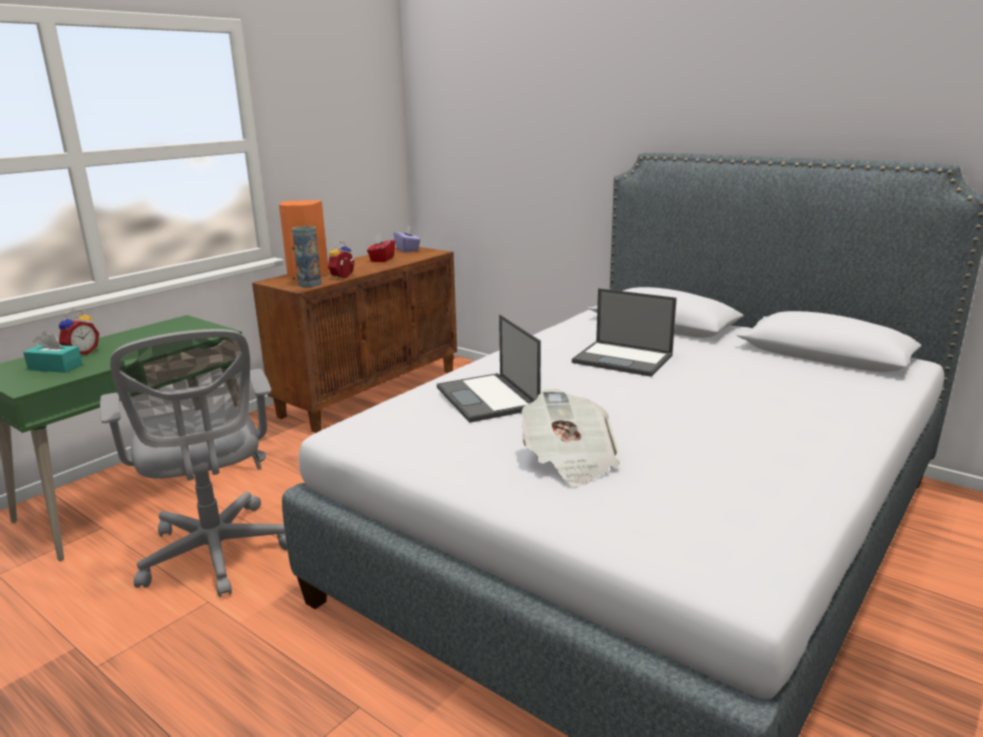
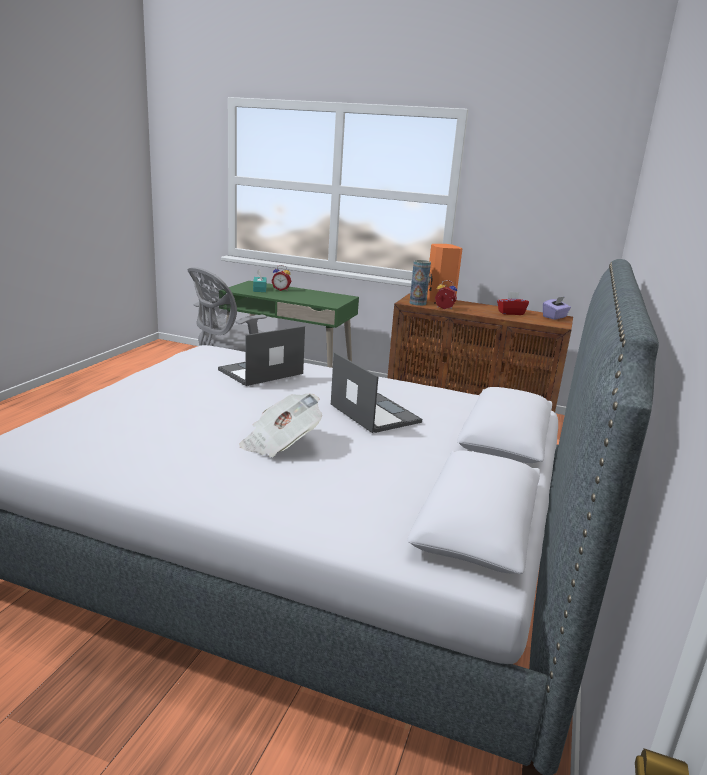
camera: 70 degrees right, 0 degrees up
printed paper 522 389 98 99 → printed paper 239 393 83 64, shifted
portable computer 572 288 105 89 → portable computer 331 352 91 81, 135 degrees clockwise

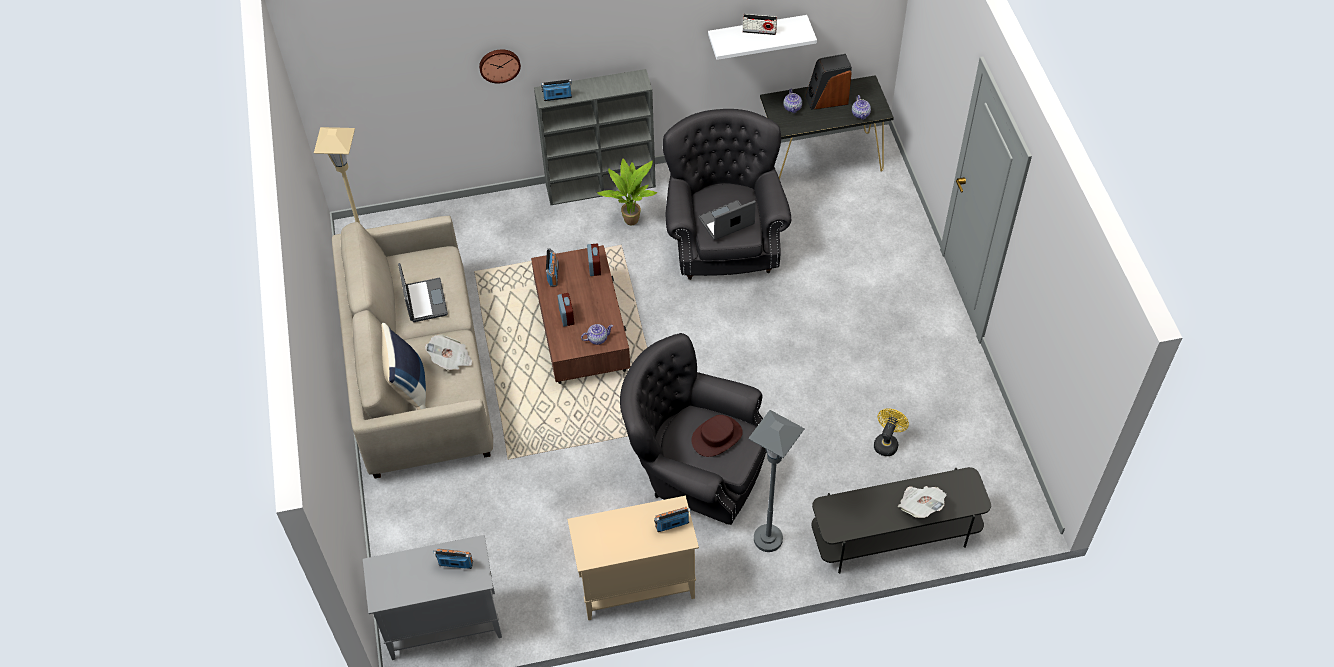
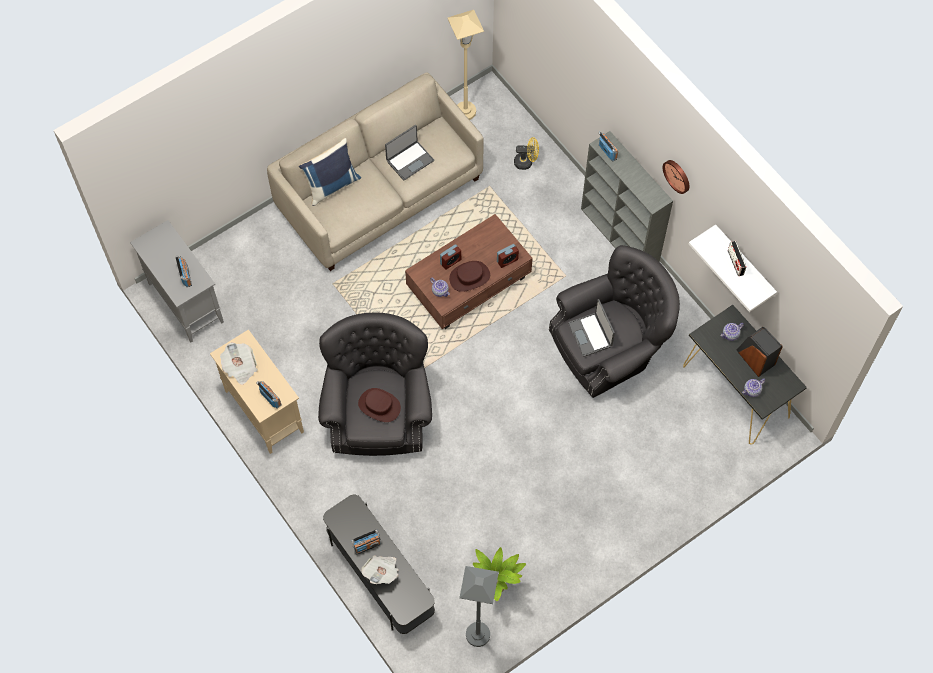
camera: 65 degrees right, 10 degrees up
printed paper 425 334 48 37 → printed paper 220 342 38 43, shifted
radio set 546 248 13 39 → radio set 351 530 30 24, shifted
- → hat (brown-coloured) 449 261 41 31
standard lamp (greyish) 748 410 57 142 → standard lamp (greyish) 459 566 40 81, shifted
potted plant 597 159 60 66 → potted plant 473 547 53 54, shifted
electric fan (yellow-coloured) 874 408 35 48 → electric fan (yellow-coloured) 514 137 25 33, shifted
portable computer 698 200 58 40 → portable computer 568 299 47 58, 150 degrees counterclockwise
hanging clock 479 49 42 34 → hanging clock 663 160 26 34, shifted

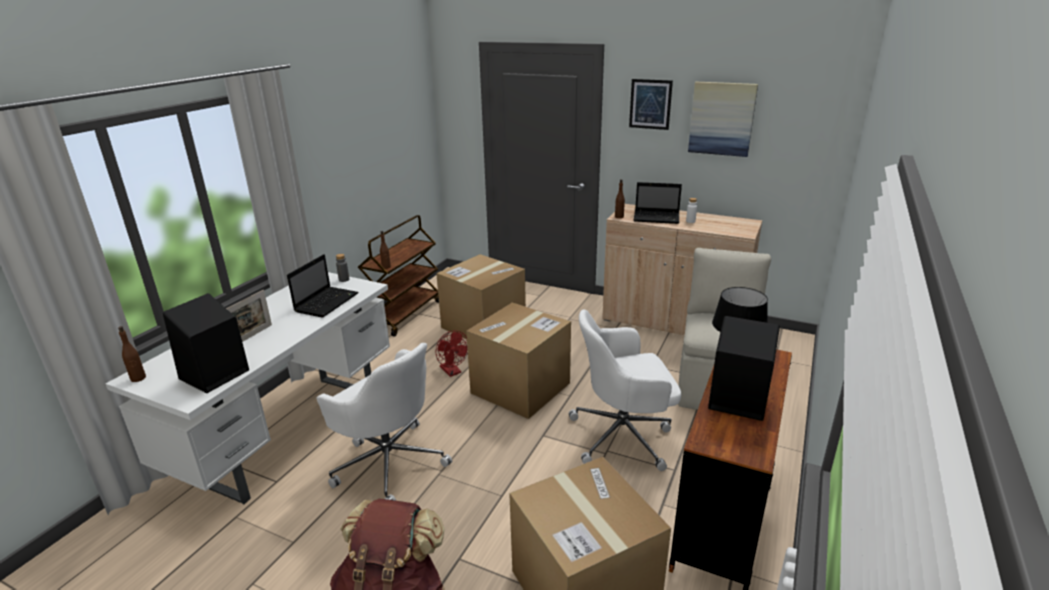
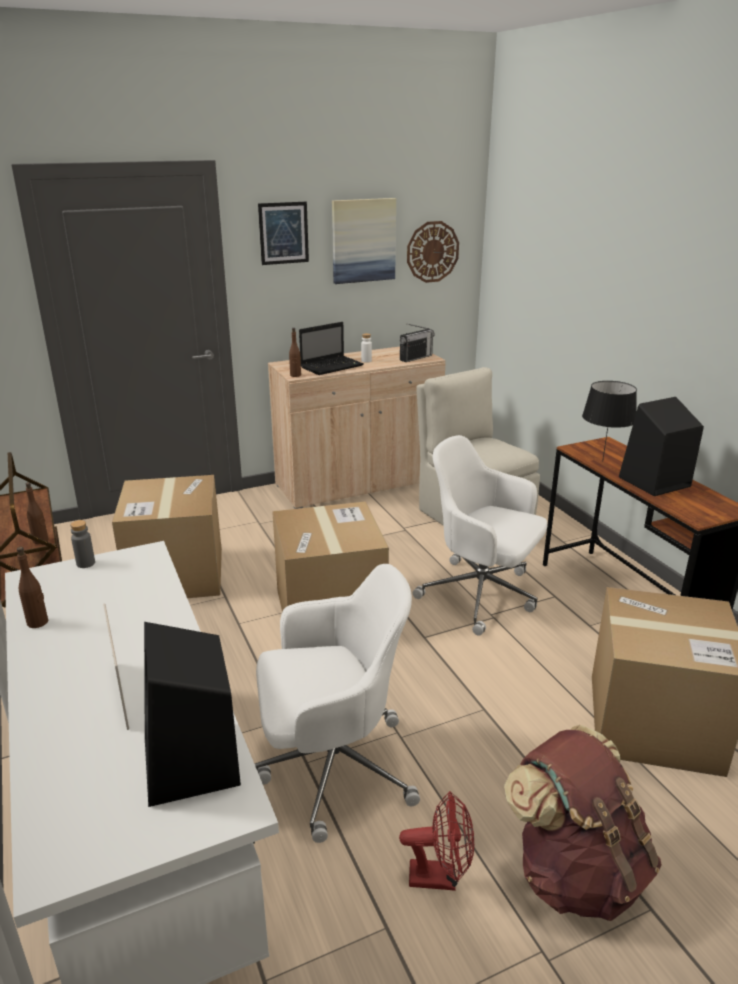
camera: 50 degrees left, 0 degrees up
bottle (brown-coloured) 118 326 28 56 → bottle (brown-coloured) 17 547 31 81, shifted
electric fan (red) 435 330 33 47 → electric fan (red) 399 791 75 100, shifted
- → radio set 400 324 35 38
- → hanging clock 407 221 52 62
office chair (whitish) 569 309 112 162 → office chair (whitish) 413 435 134 201, 90 degrees clockwise
portable computer 287 254 72 64 → -

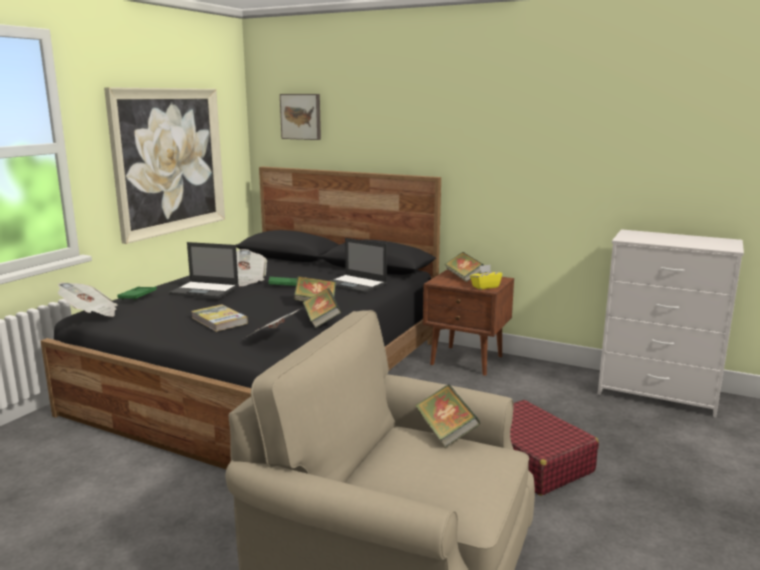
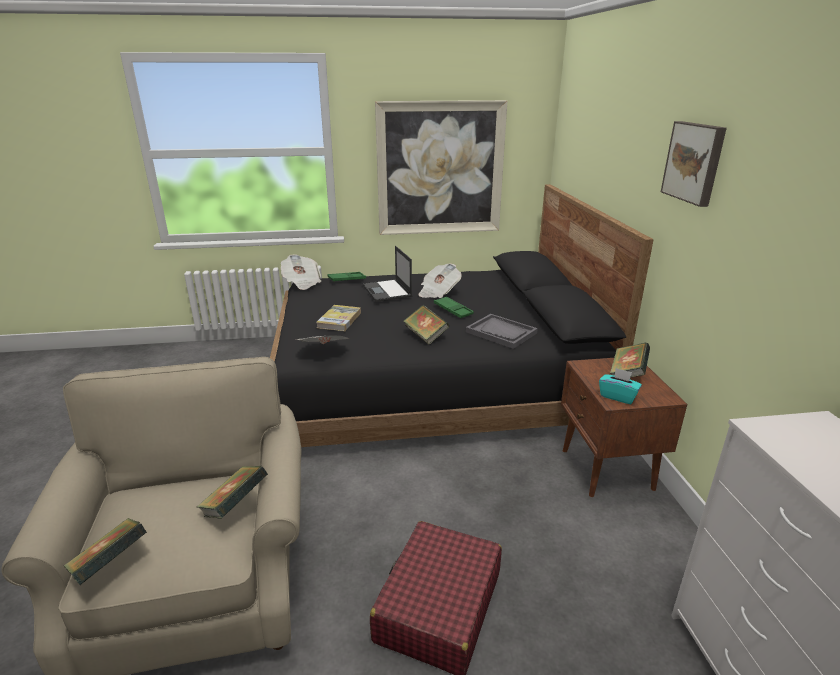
camera: 55 degrees right, 10 degrees up
volume 303 288 38 40 → volume 63 518 84 67, shifted
portable computer 329 238 58 56 → carrying tray (greyish) 466 314 72 35
tissue holder (yellow-coloured) 470 265 32 25 → tissue holder (turquoise-coloured) 599 368 43 36
wall art 280 94 41 46 → wall art 661 121 66 86, shifted

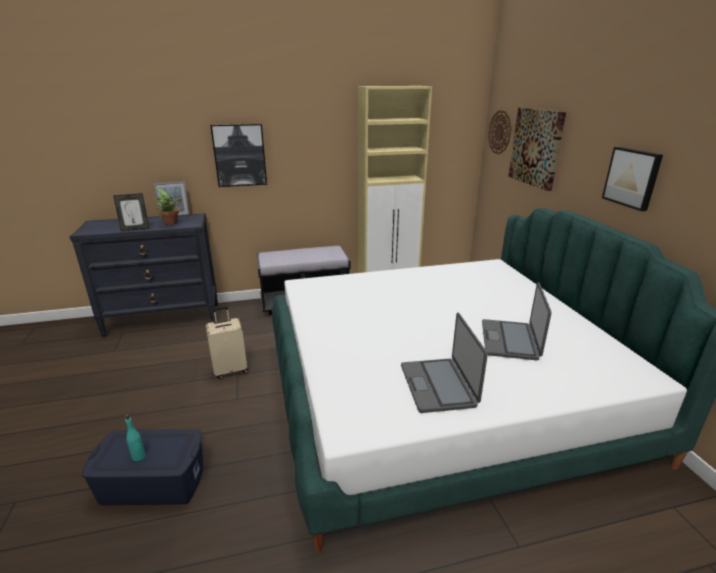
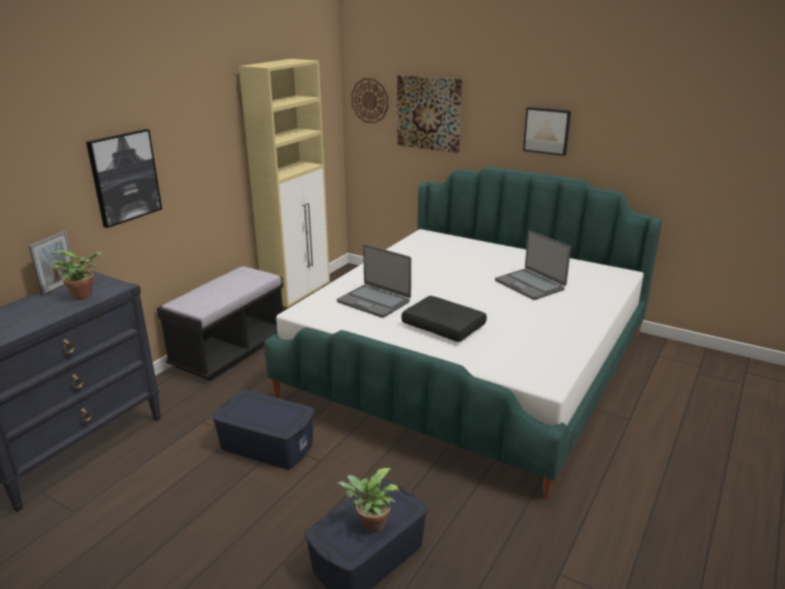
camera: 45 degrees left, 0 degrees up
suitcase (beige) 206 307 42 72 → storage box (blue) 212 390 103 79
portable computer 401 312 87 101 → portable computer 337 244 74 74, shifted
bottle (turquoise-coloured) 125 414 21 47 → potted plant 337 468 62 65
- → cushion (black) 401 296 86 46
photo frame 113 193 36 38 → -

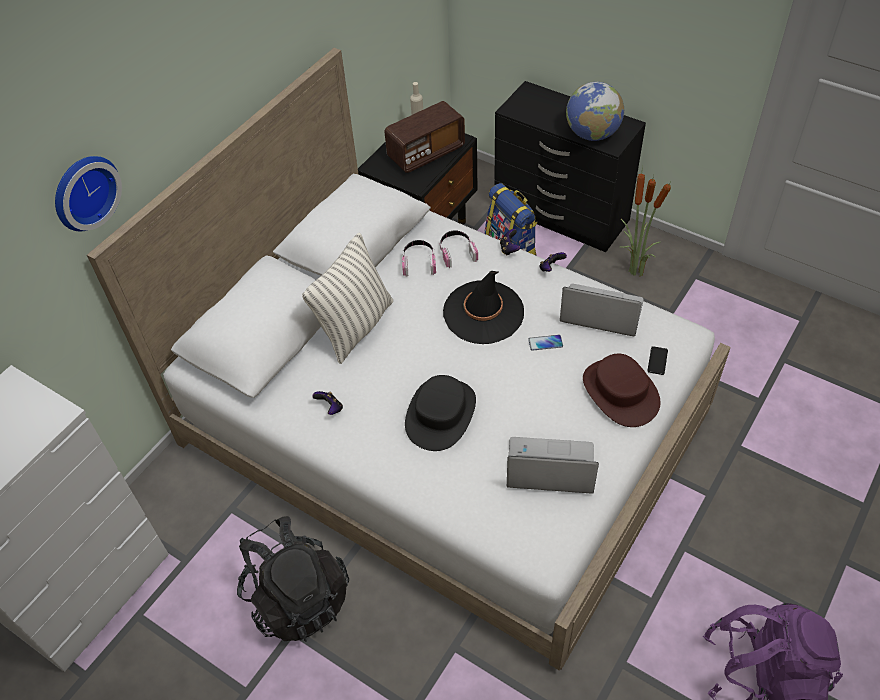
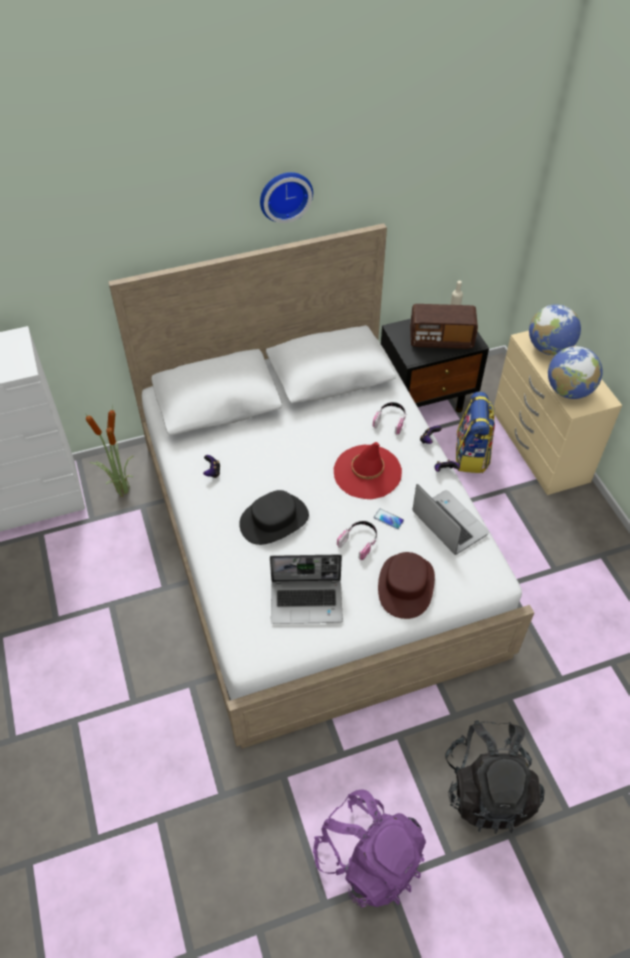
camera: 35 degrees right, 0 degrees up
potted plant 620 166 52 110 → potted plant 85 405 48 92, shifted
hanging clock 55 156 67 75 → hanging clock 260 172 53 51, shifted
portable computer 507 437 92 57 → portable computer 270 554 73 70, 135 degrees clockwise
hat (black) 443 271 81 73 → hat (red) 334 442 68 57
pair of headphones 402 240 34 36 → pair of headphones 337 521 40 39, shifted
backpack (black) 237 516 112 126 → backpack (black) 445 720 100 114, shifted
drawer chest (black) 494 81 152 171 → drawer chest (beige) 494 331 128 164
- → world globe 529 305 52 50
cushion 302 232 91 132 → -
handset 647 346 21 29 → -

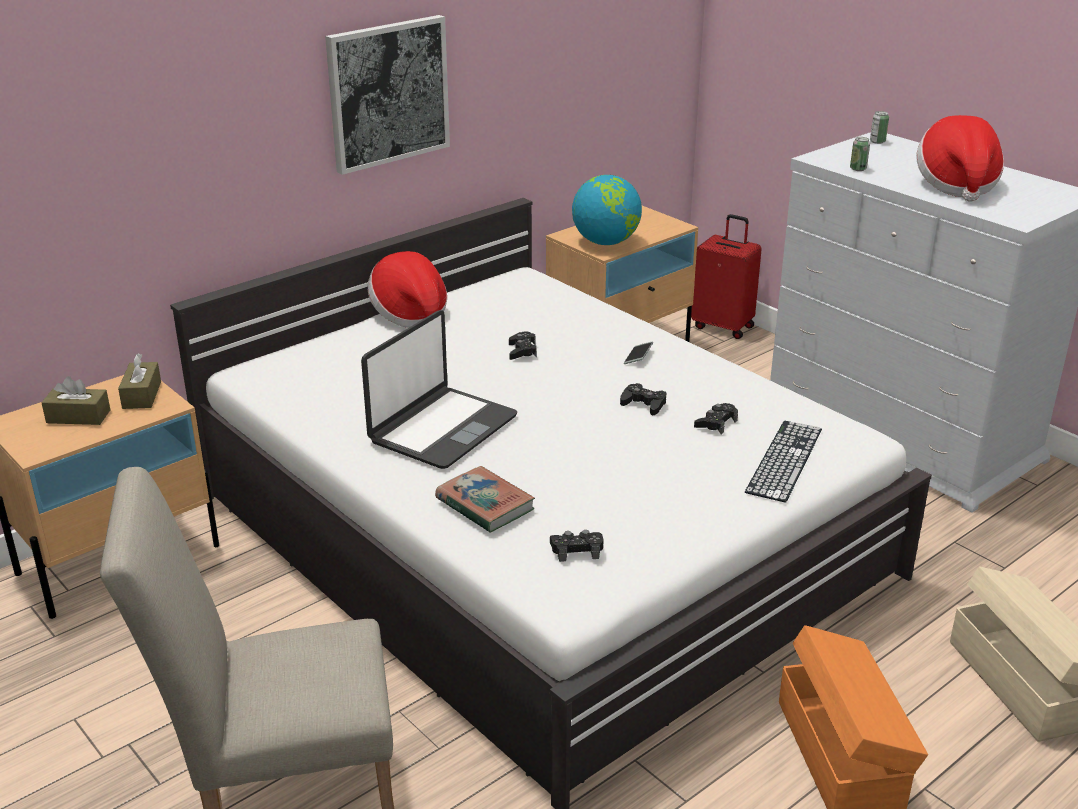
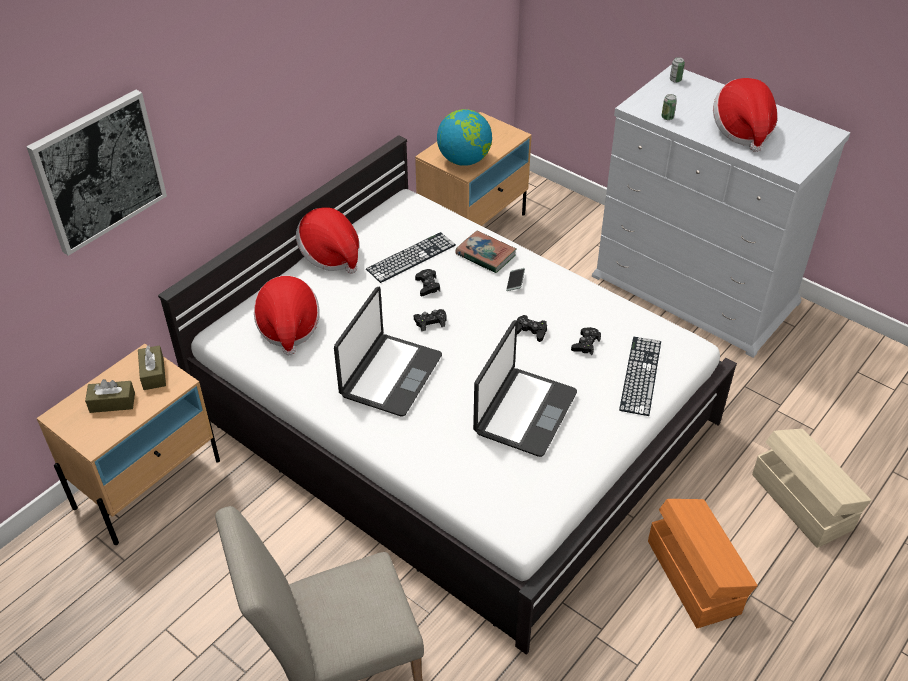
camera: 10 degrees left, 15 degrees up
wall art 325 15 125 160 → wall art 26 90 141 166, shifted
- → hat 254 275 66 81
- → computer keyboard 366 232 90 51
gamepad (black) 550 530 54 32 → gamepad (black) 414 309 33 22, shifted
volume 435 466 100 67 → volume 456 231 60 42, shifted
- → portable computer 473 320 104 137
suitcase (red) 691 214 71 125 → -

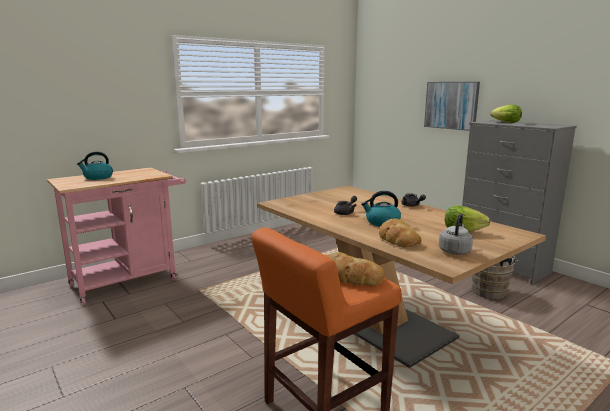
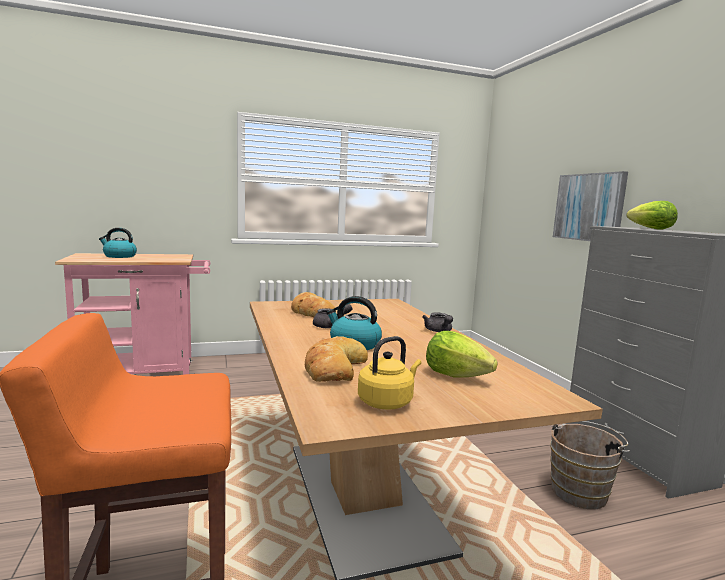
camera: 20 degrees right, 5 degrees down
baked bread 327 252 58 34 → baked bread 291 292 45 25, shifted
kettle (greyish) 439 213 34 42 → kettle (yellow-coloured) 358 336 63 74

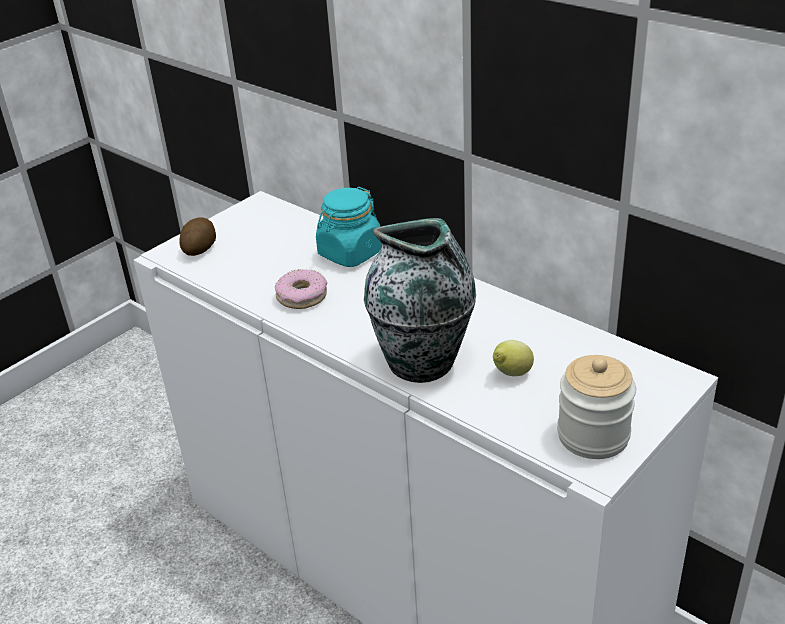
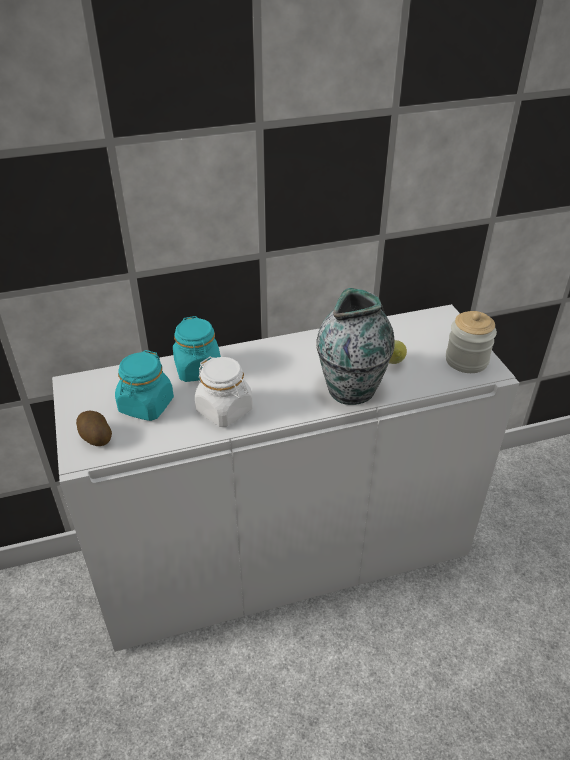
camera: 60 degrees left, 5 degrees up
- → preserve jar (turquoise-coloured) 115 350 59 71
doughnut 275 269 52 40 → preserve jar (whitish) 195 357 58 70

